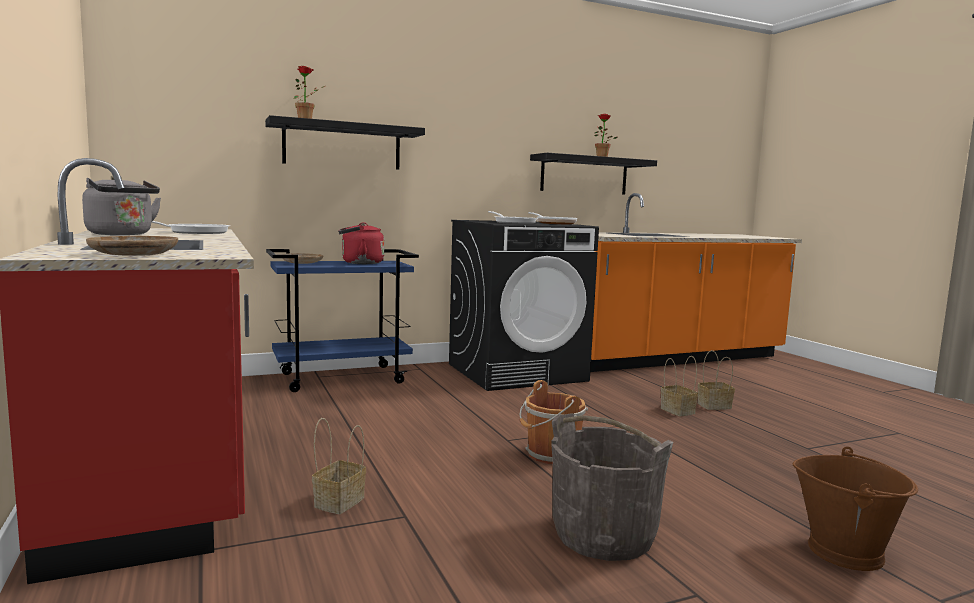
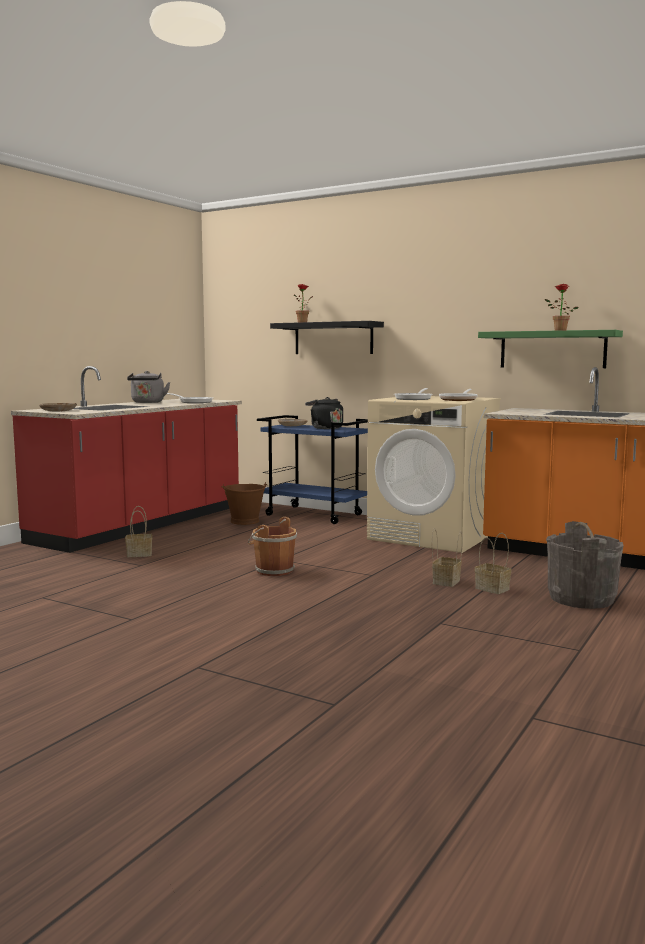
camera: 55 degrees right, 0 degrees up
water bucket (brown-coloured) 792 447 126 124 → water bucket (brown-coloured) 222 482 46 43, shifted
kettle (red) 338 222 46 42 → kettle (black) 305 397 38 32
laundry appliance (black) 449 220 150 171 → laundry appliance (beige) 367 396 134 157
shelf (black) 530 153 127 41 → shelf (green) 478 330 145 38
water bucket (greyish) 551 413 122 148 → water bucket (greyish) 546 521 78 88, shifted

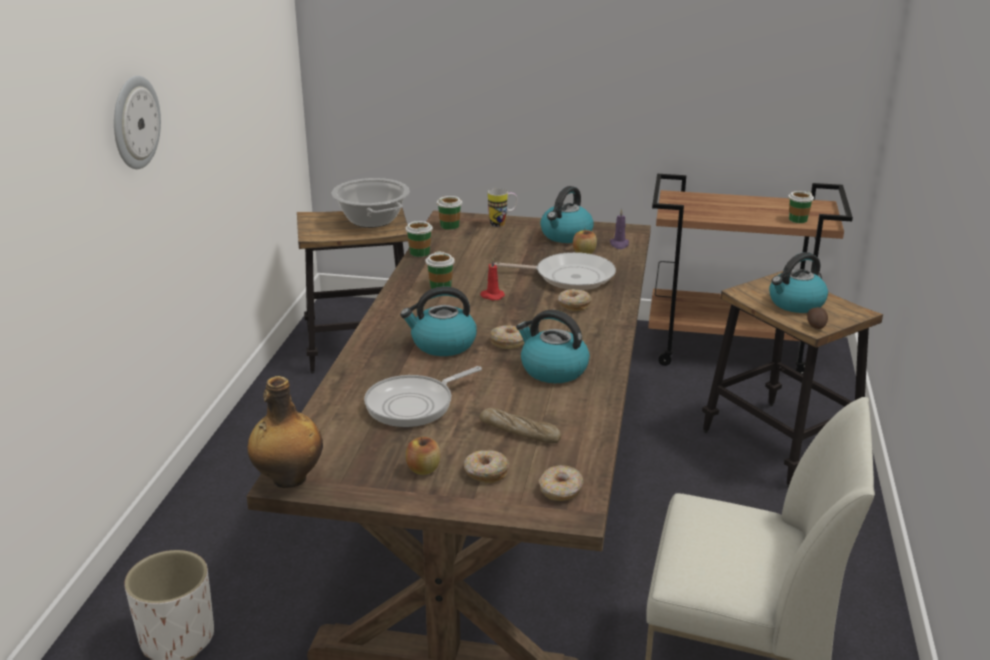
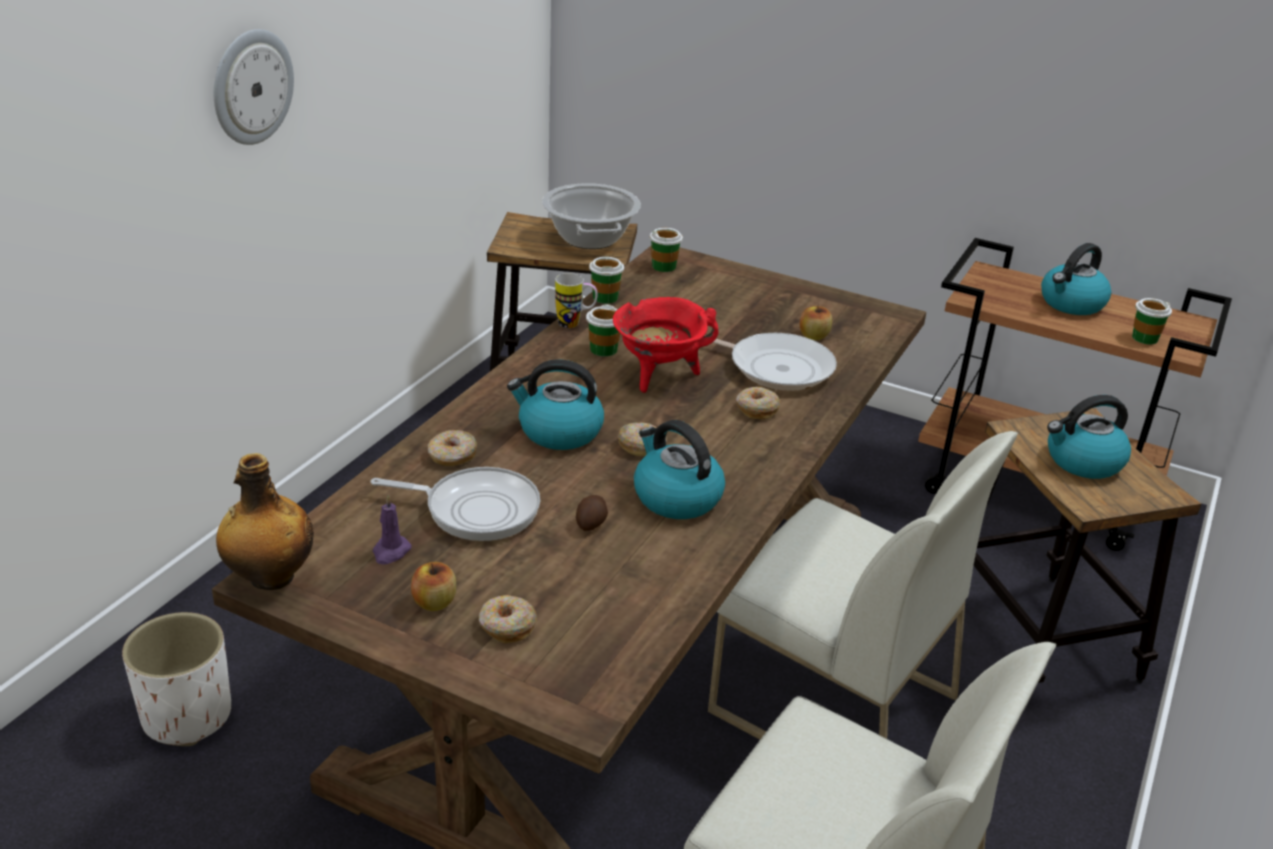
camera: 15 degrees right, 5 degrees up
pan 364 366 118 61 → pan 371 467 169 74, 150 degrees counterclockwise
wax candle (purple-coloured) 610 208 19 41 → wax candle (purple-coloured) 373 495 39 70, shifted
doughnut 539 465 44 36 → doughnut 428 430 49 36, shifted
tea mug 488 188 30 39 → tea mug 555 273 43 55, shifted
potato 807 307 21 22 → potato 576 495 32 36, shifted
wax candle (red) 480 258 25 42 → cooking pot (red) 613 297 106 96
- → upright chair (whitish) 708 431 310 309
kettle 540 186 54 57 → kettle 1041 243 70 72, shifted
baked bread 479 408 82 35 → -

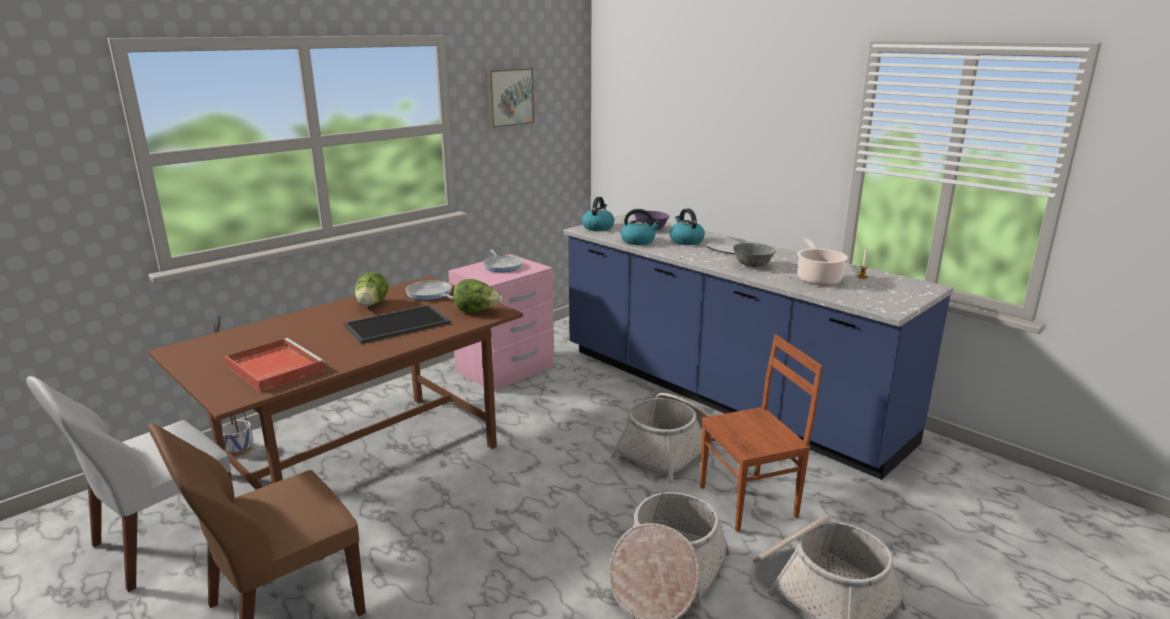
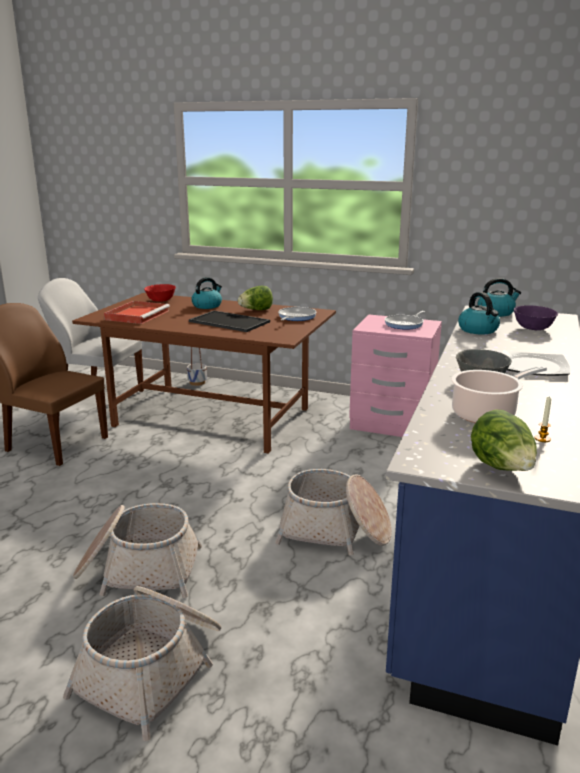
camera: 65 degrees right, 0 degrees up
- → bowl (red) 144 284 32 18
kettle 670 209 35 36 → kettle 192 277 30 32, shifted
head of lettuce 453 279 49 34 → head of lettuce 471 409 66 62, shifted
wall art 486 68 48 60 → -
upright chair (brown-coloured) 700 334 123 198 → -

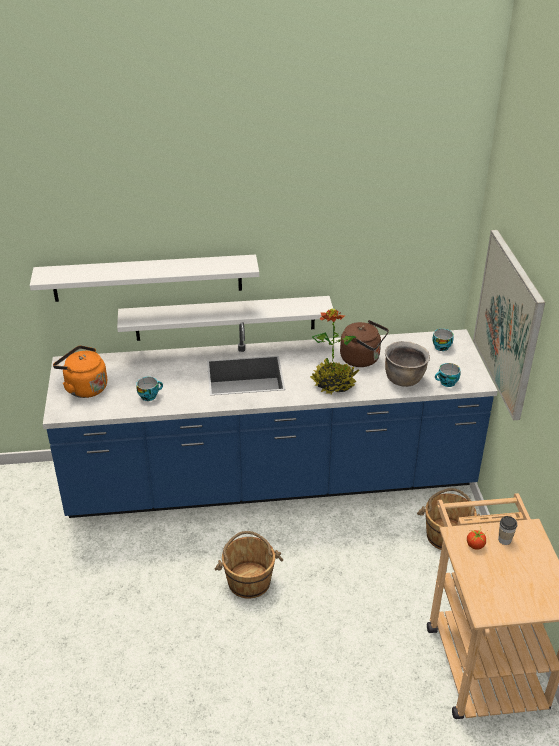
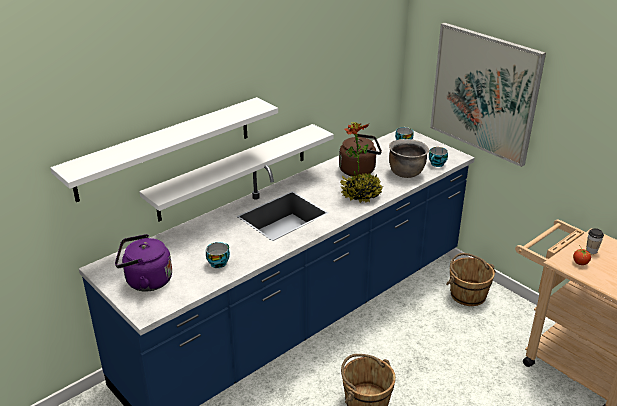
camera: 35 degrees left, 5 degrees down
kettle (orangey) 53 345 54 53 → kettle (purple-coloured) 115 234 57 58

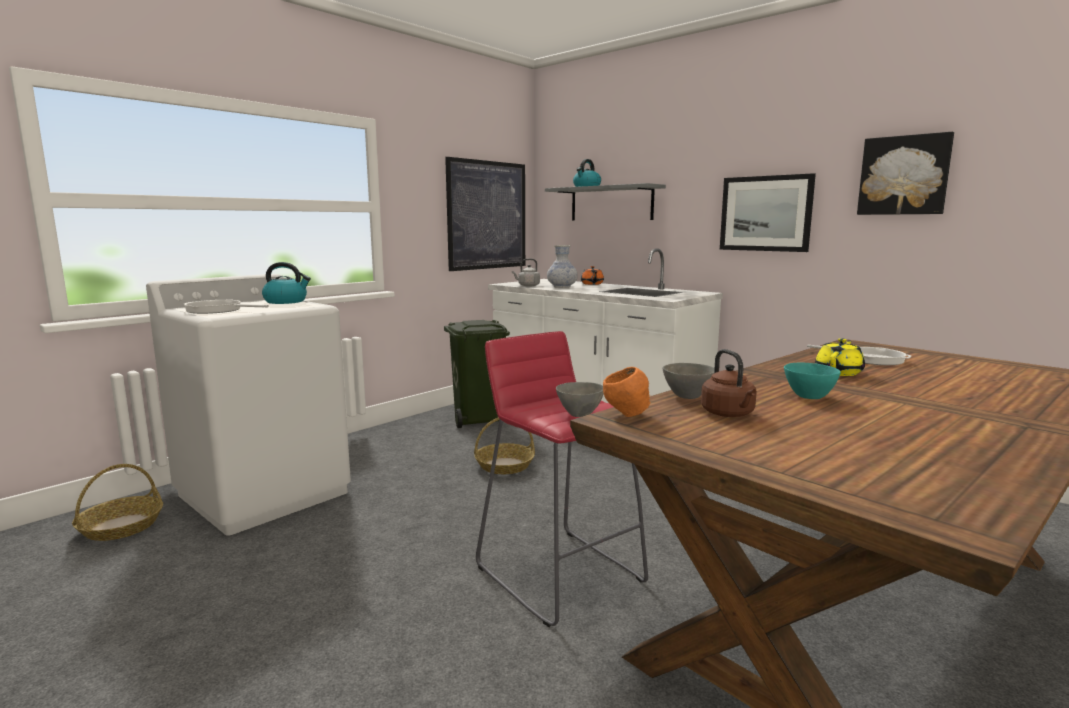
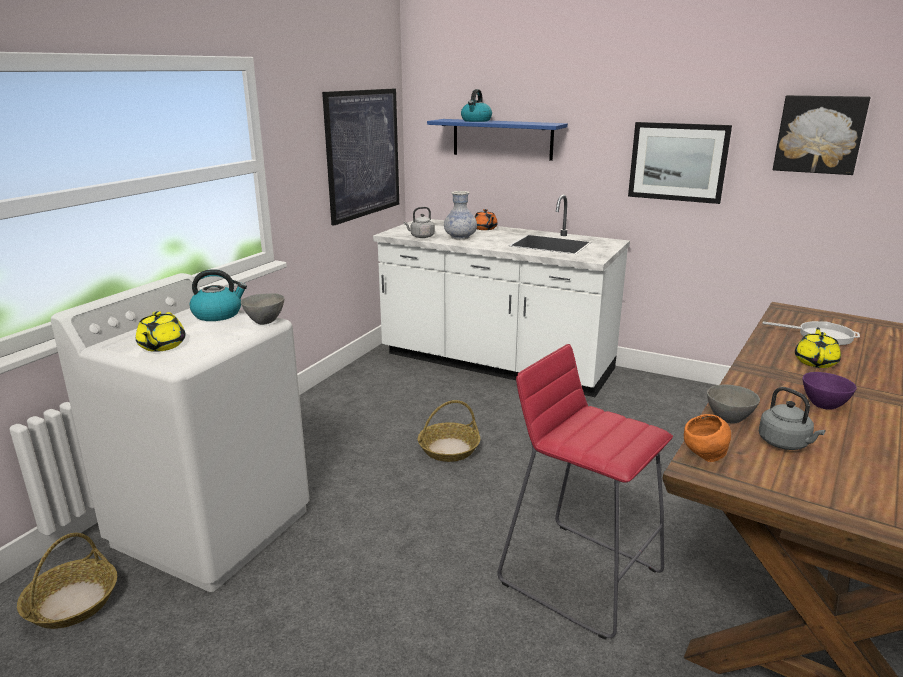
camera: 15 degrees left, 10 degrees up
pan 184 300 85 14 → tea pot (yellow-coloured) 136 311 49 41
bowl (greyish) 556 382 48 35 → bowl (greyish) 241 293 44 32, shifted
shelf (greyish) 545 183 121 37 → shelf (blue) 427 119 141 42
kettle (brown-coloured) 701 349 56 68 → kettle (greyish) 759 387 67 63
bowl (turquoise-coloured) 784 363 57 36 → bowl (purple-coloured) 802 372 55 38
trash can (green) 444 320 66 108 → -

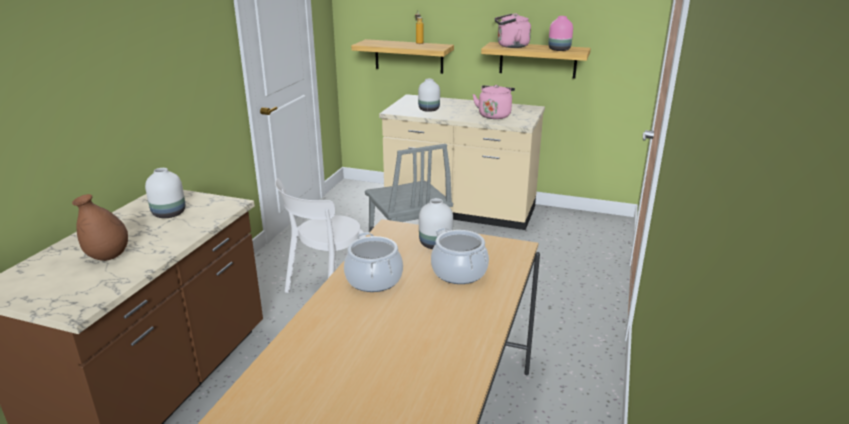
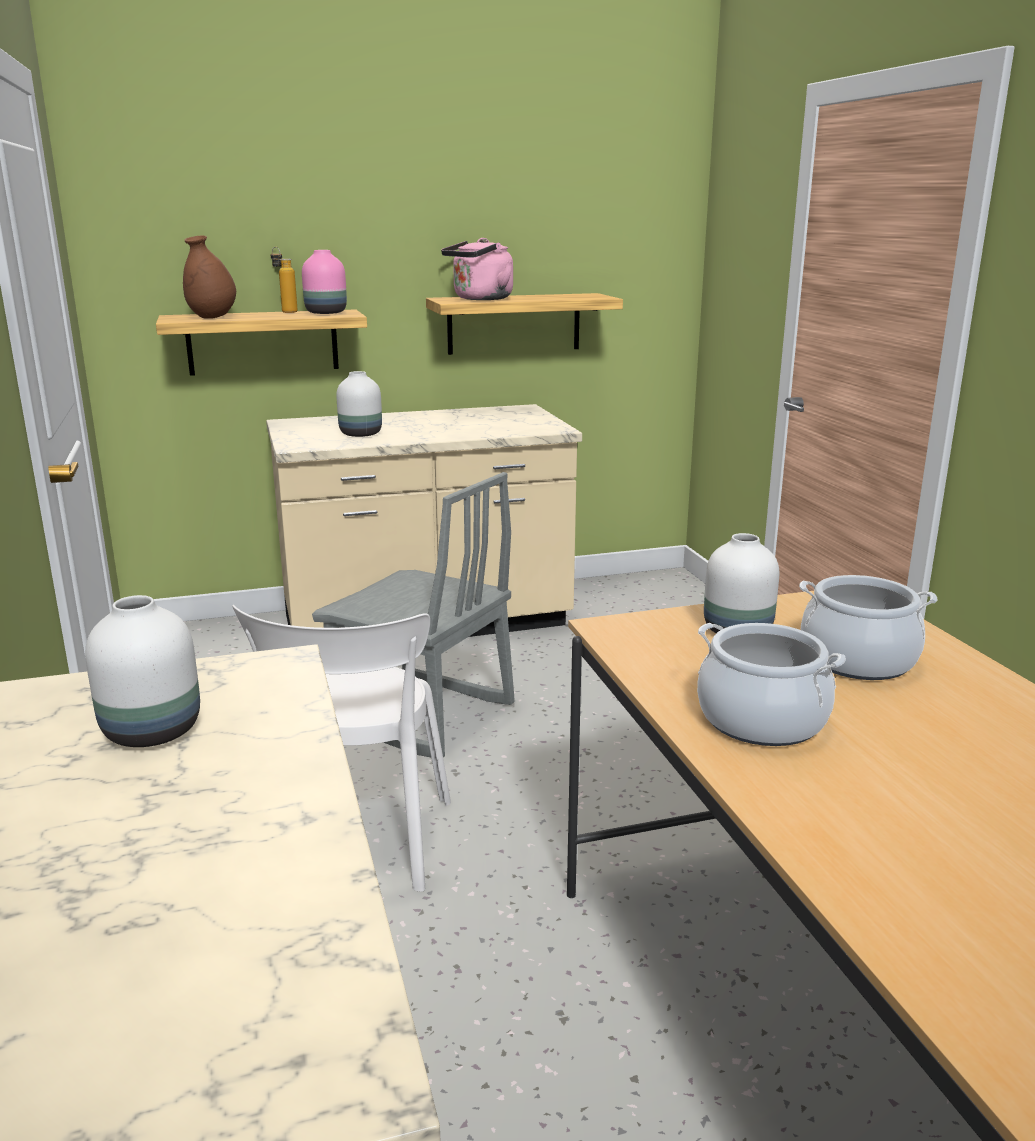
camera: 35 degrees left, 5 degrees down
vase (brown-coloured) 72 194 56 67 → vase (brown-coloured) 183 235 53 84, shifted
vase (pink) 548 16 25 35 → vase (pink) 302 250 45 64, shifted
kettle (pink) 473 85 42 34 → -

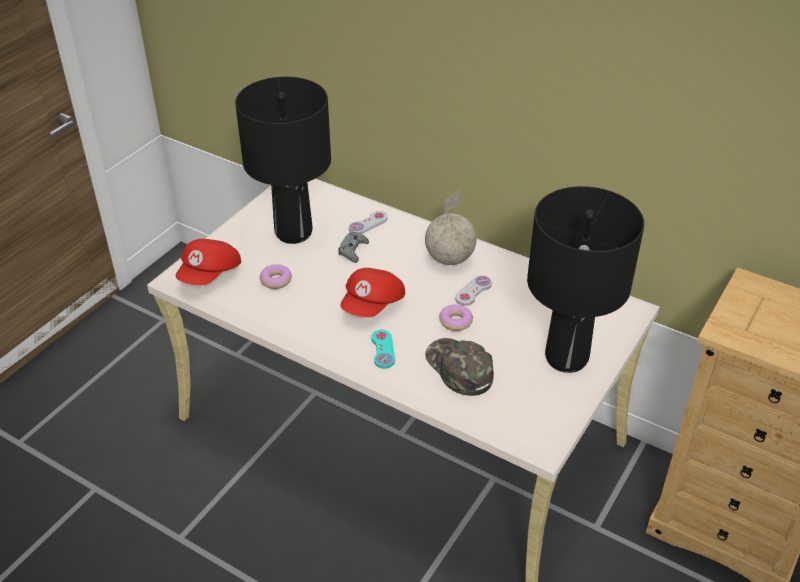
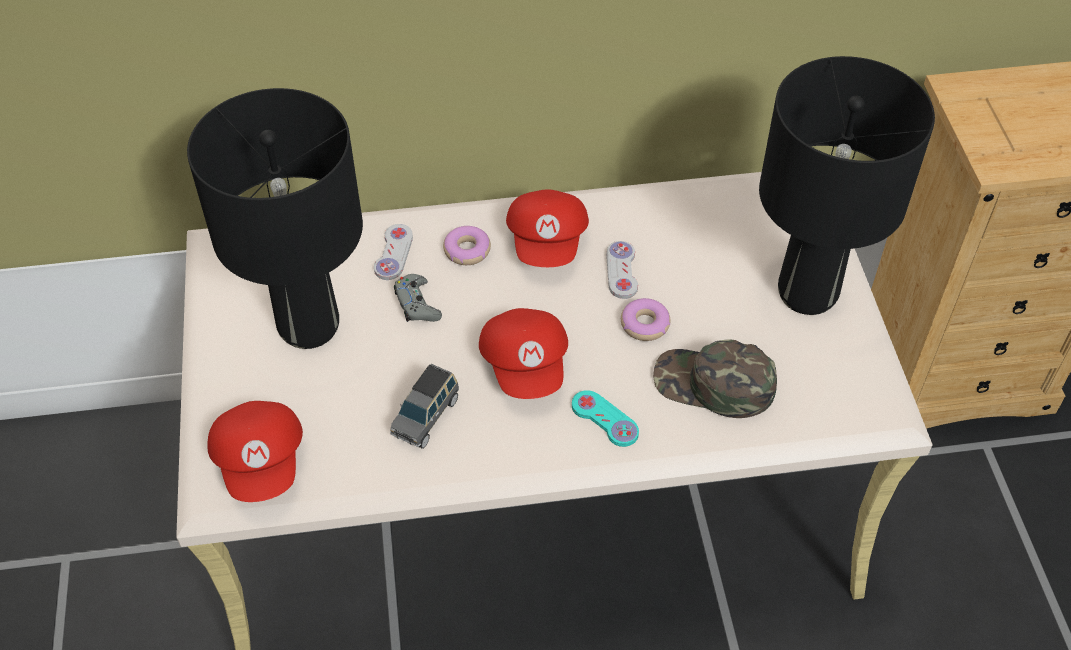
camera: 40 degrees left, 10 degrees up
- → model car (greyish) 390 364 69 85
doughnut 260 264 32 25 → doughnut 443 226 48 39, shifted
world globe 425 190 52 75 → cap (red) 506 189 83 78

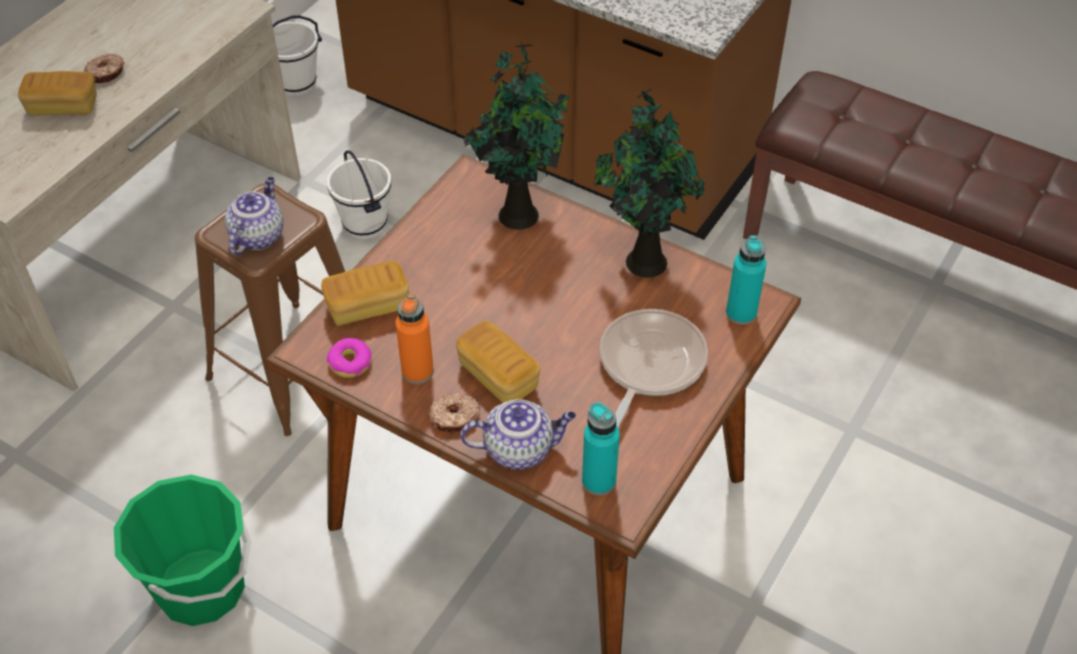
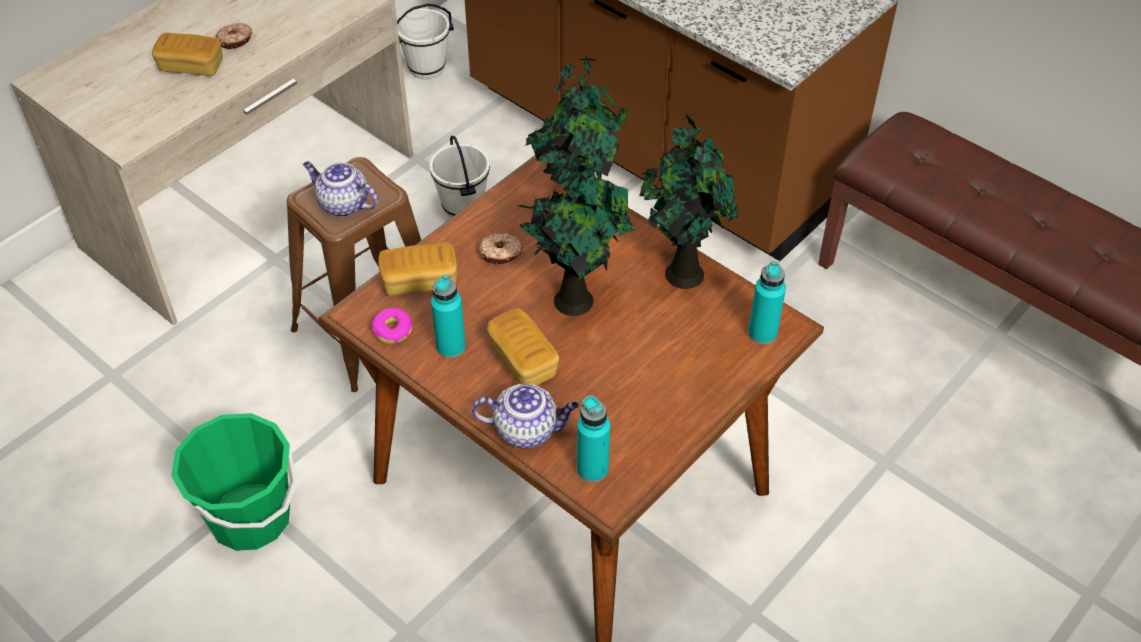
camera: 10 degrees right, 0 degrees up
tea pot 225 177 58 78 → tea pot 303 161 75 56, 90 degrees counterclockwise
bottle (orangey) 396 294 38 90 → bottle (turquoise-coloured) 431 275 35 83
doughnut 429 393 51 40 → doughnut 479 233 44 32, shifted
- → potted plant 519 146 116 170
pan 600 309 108 118 → -

